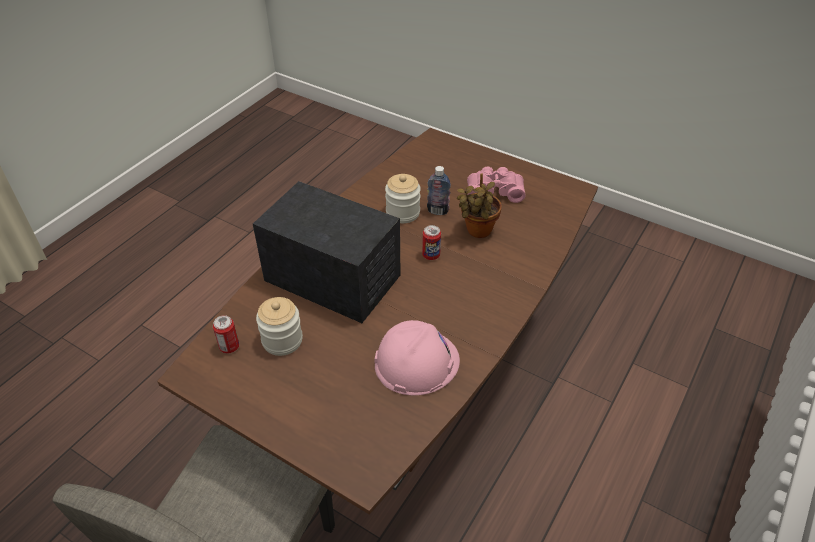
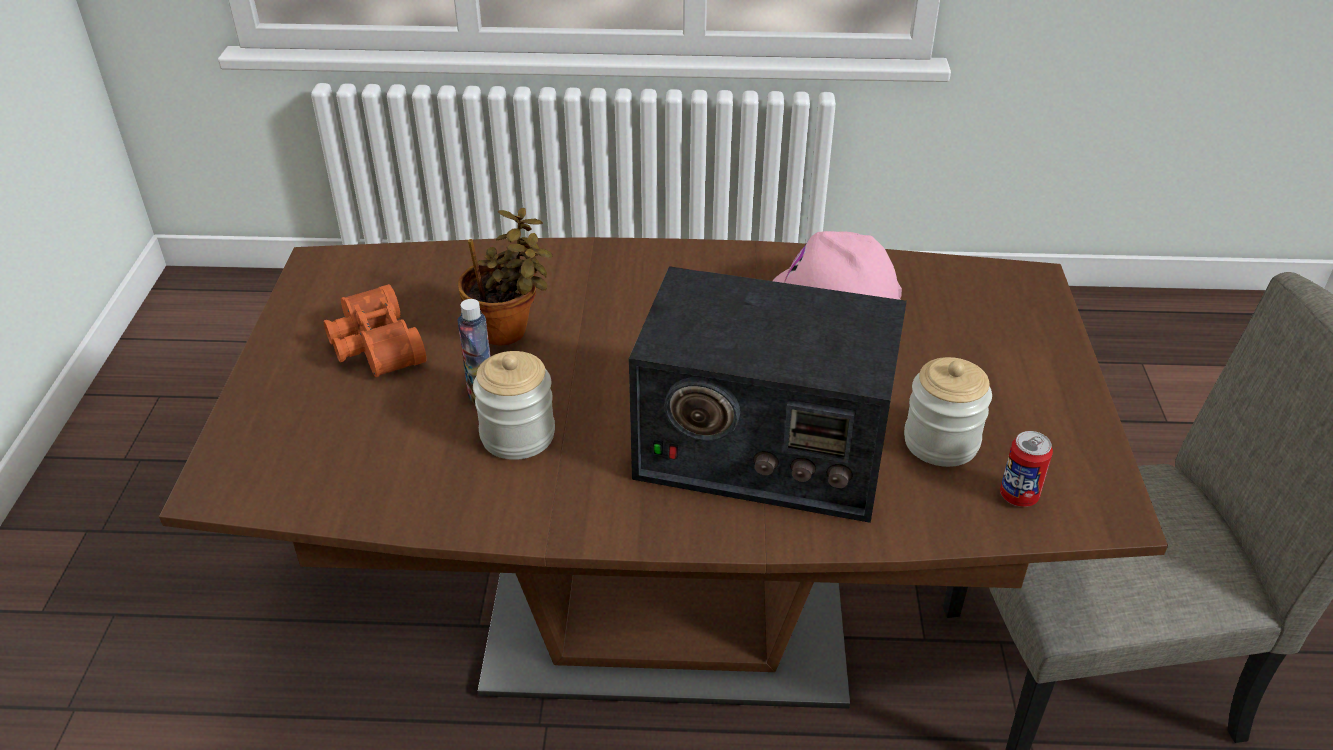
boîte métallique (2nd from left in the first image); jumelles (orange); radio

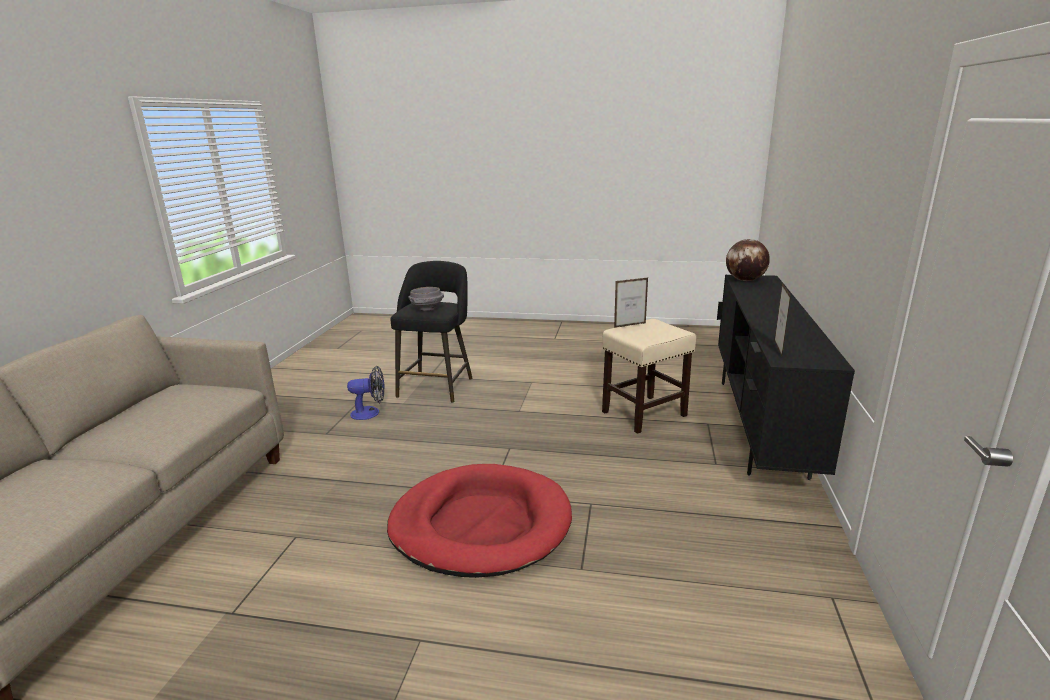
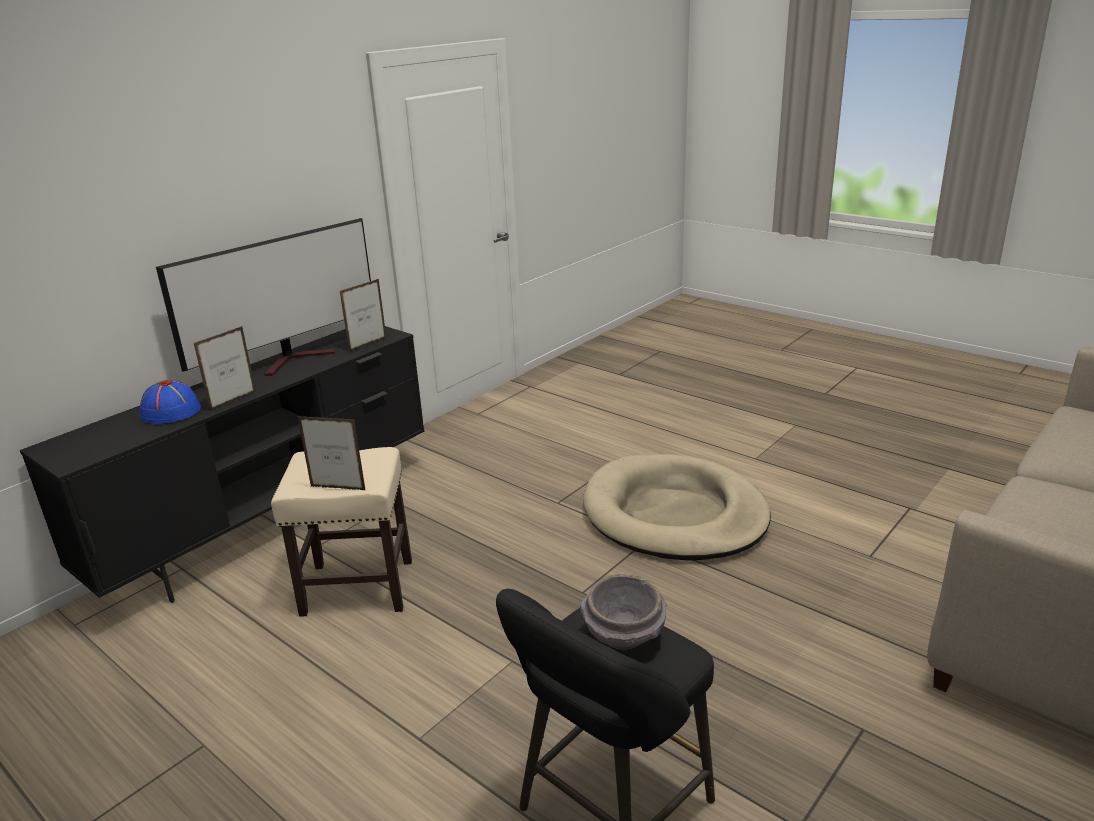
ventilateur; globe; chapeau (bleu); téléviseur; cadre photo (1st from left); panier pour chien (beige)

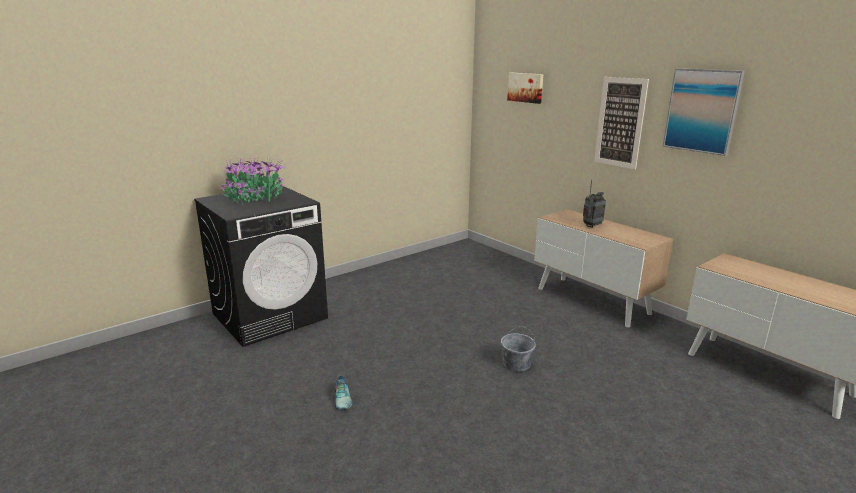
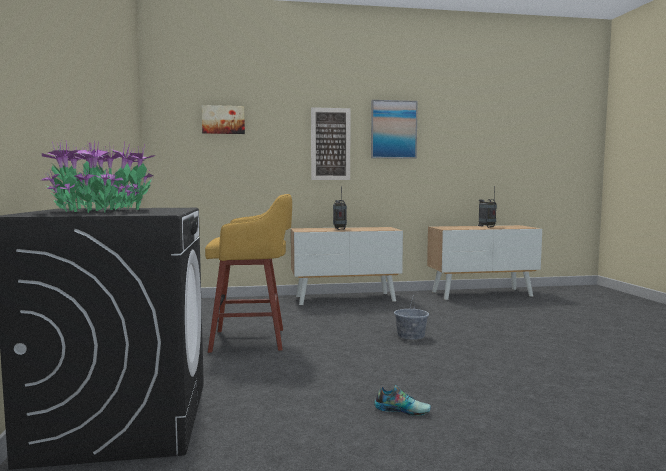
tabouret (jaune); radio (2nd from left)

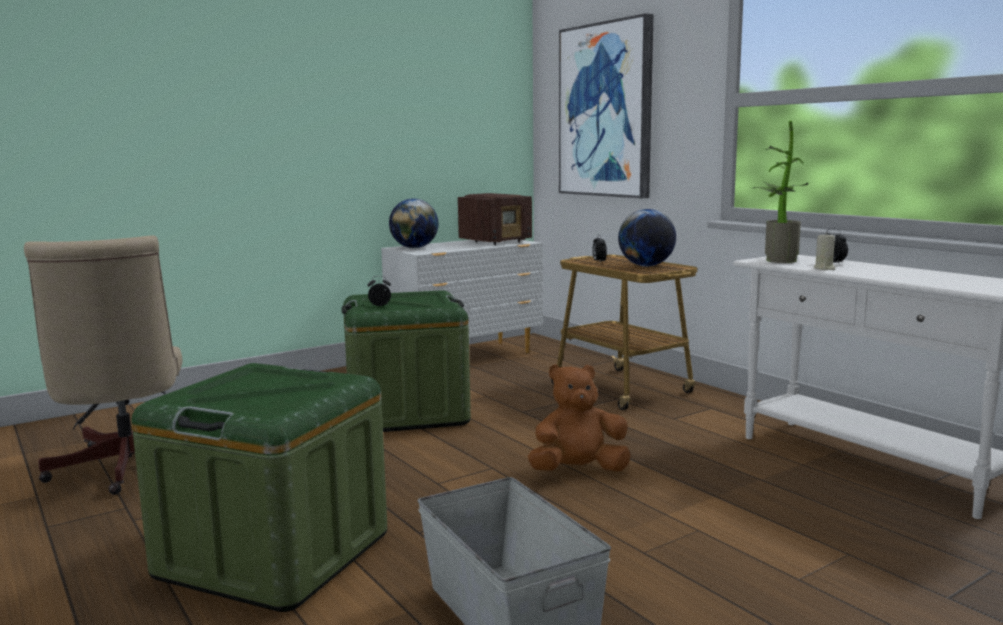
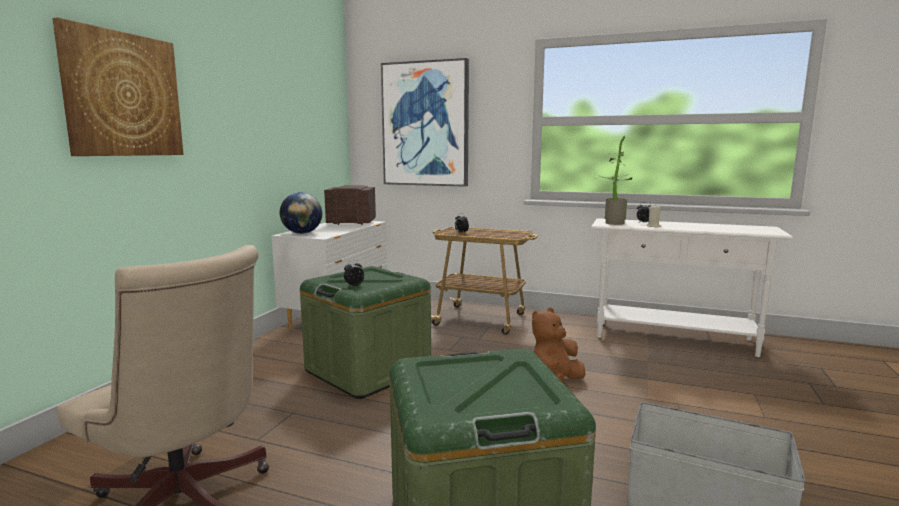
globe (2nd from left in the first image); tableau (1st from left); radio

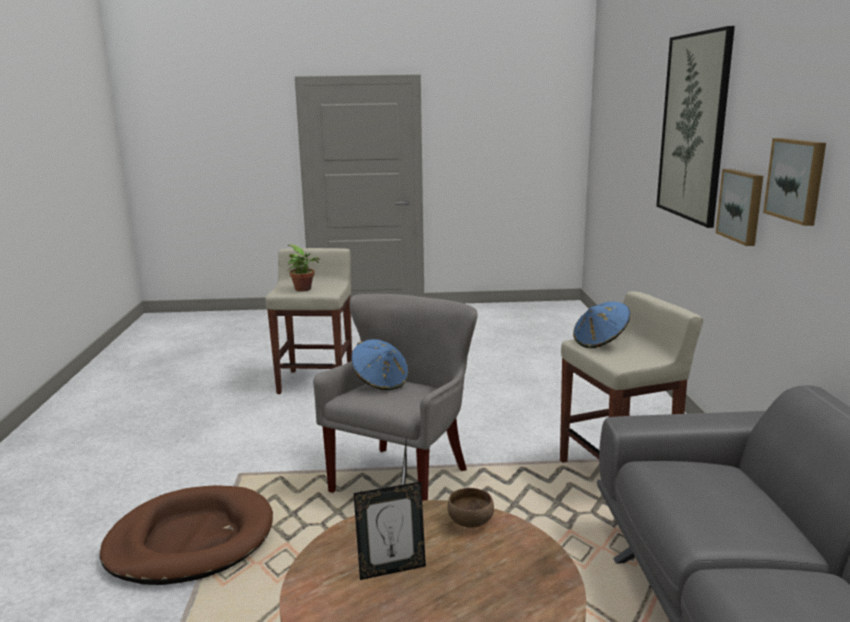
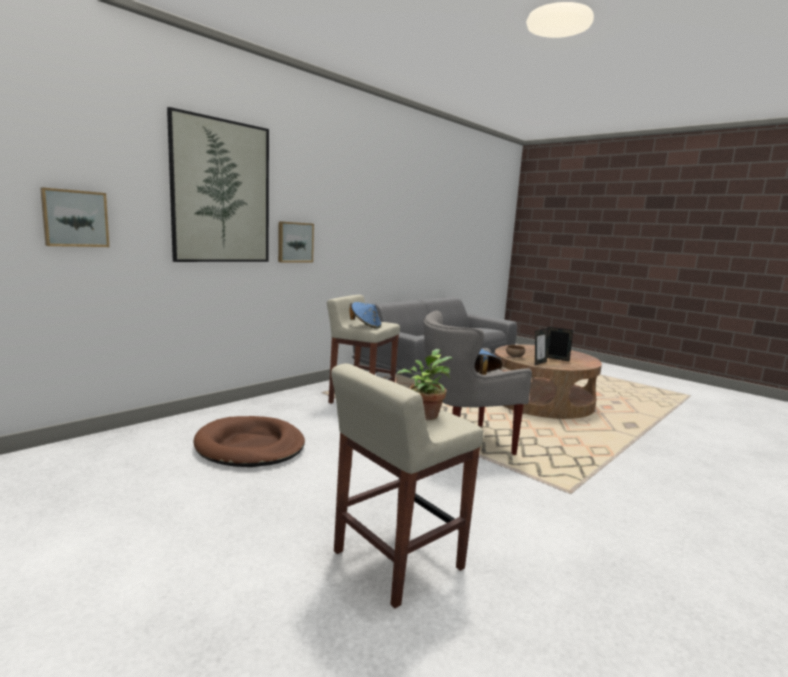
panier pour chien (marron); tableau (1st from left)

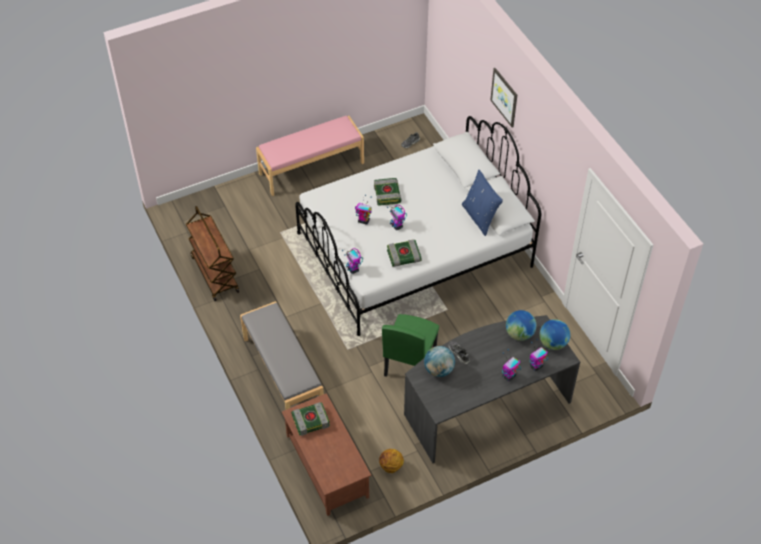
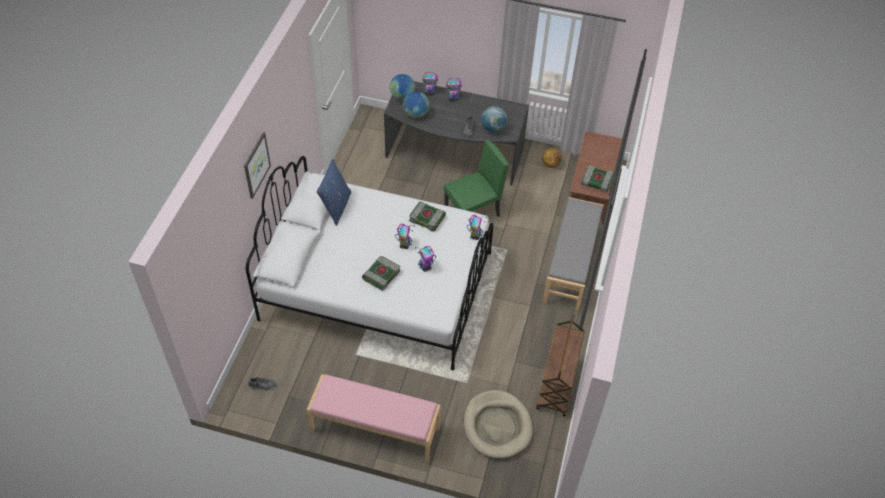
panier pour chien (beige)

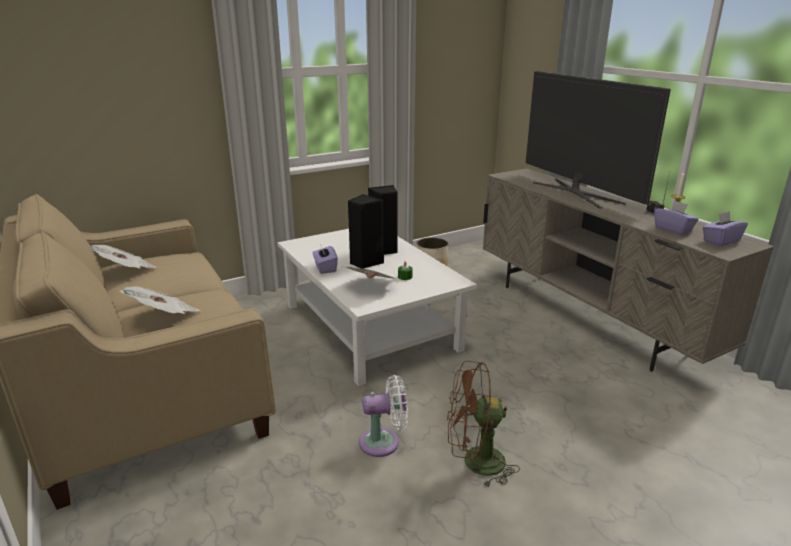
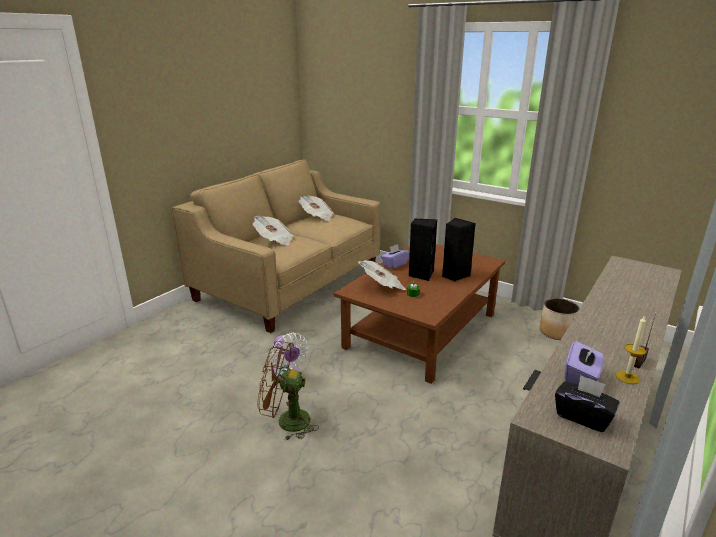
téléviseur; table basse (marron); boîte à mouchoirs (noir); ventilateur (marron)

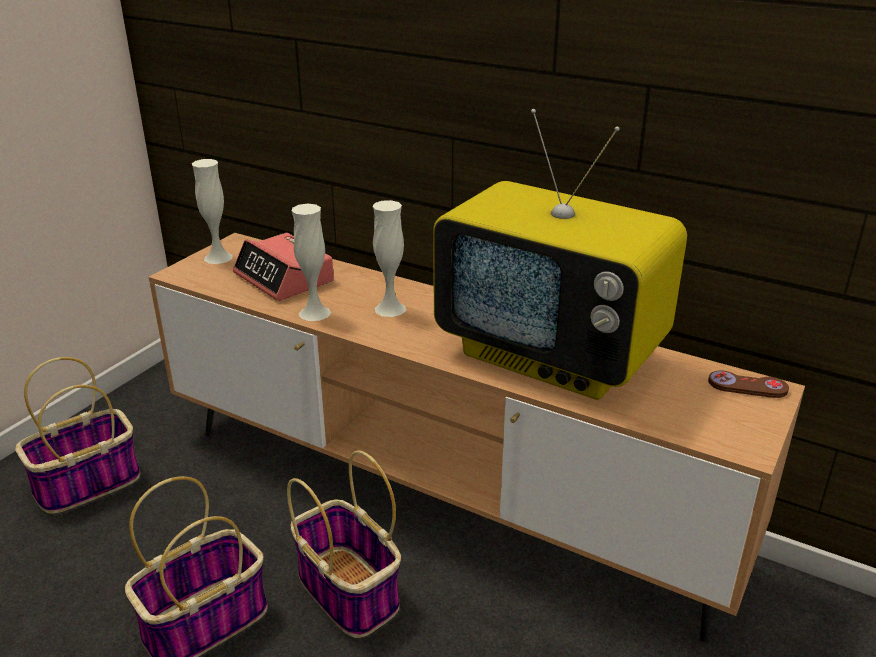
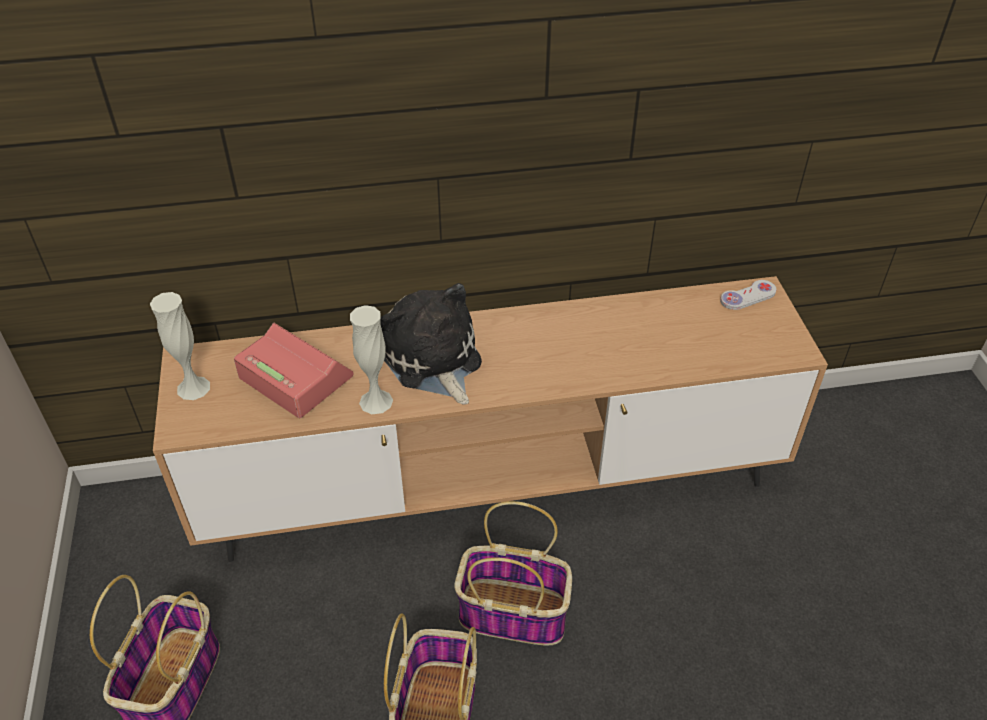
téléviseur; peluche; manette (blanc); réveil

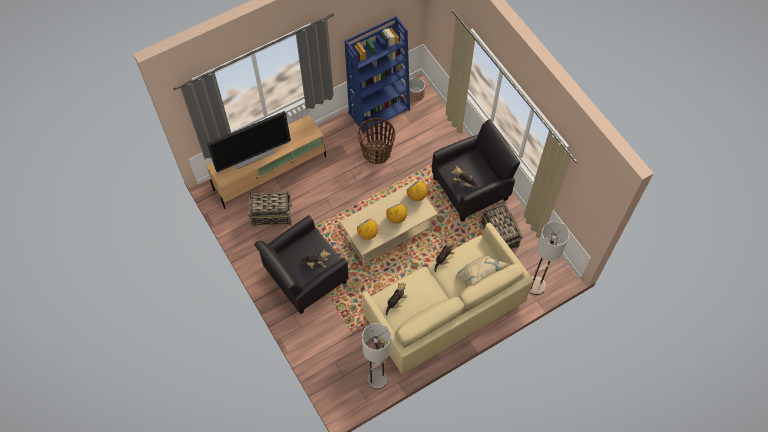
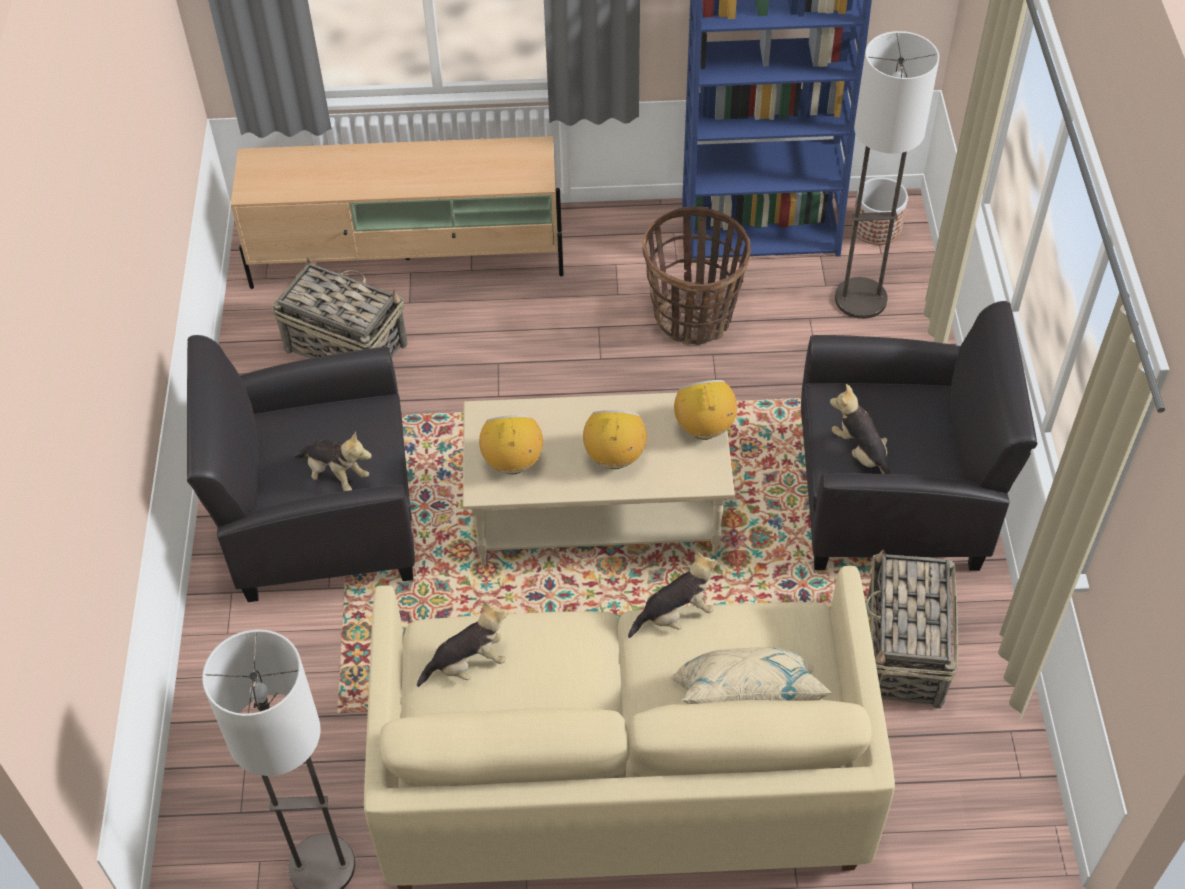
téléviseur; lampadaire (2nd from left)

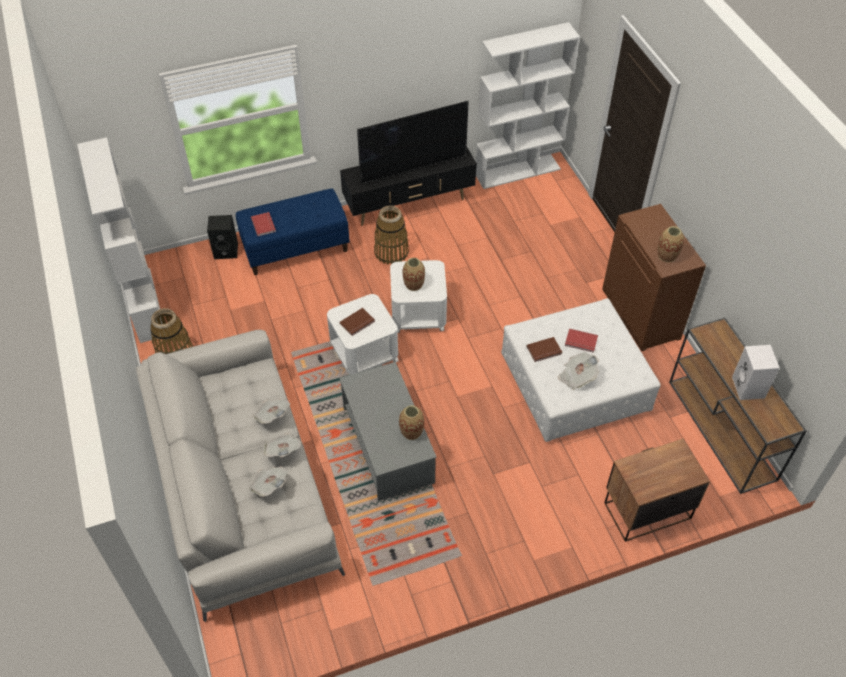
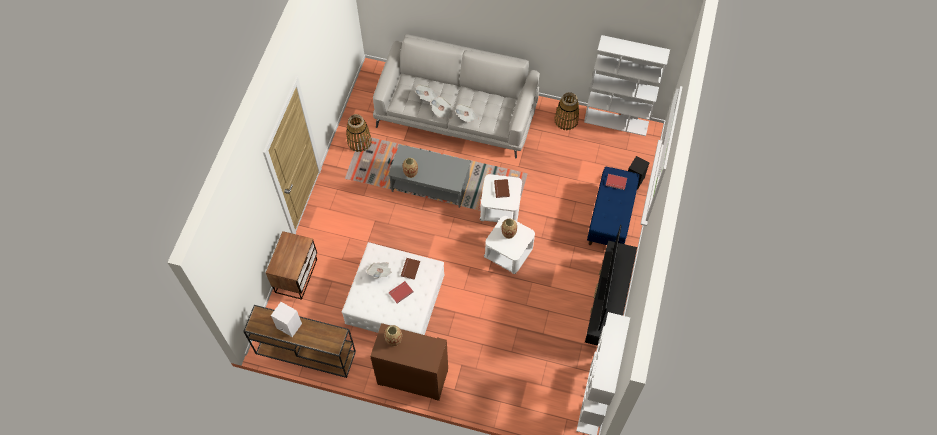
panier (1st from left)

